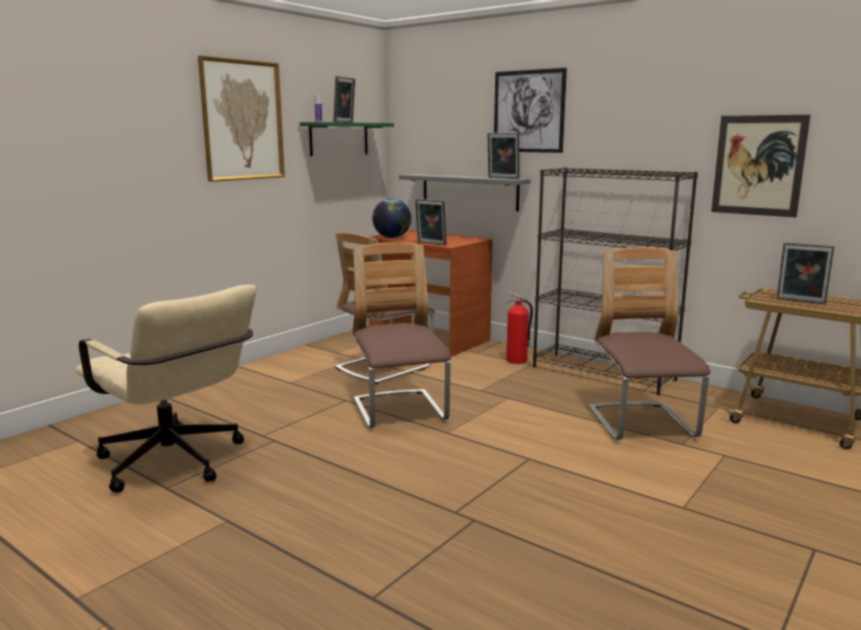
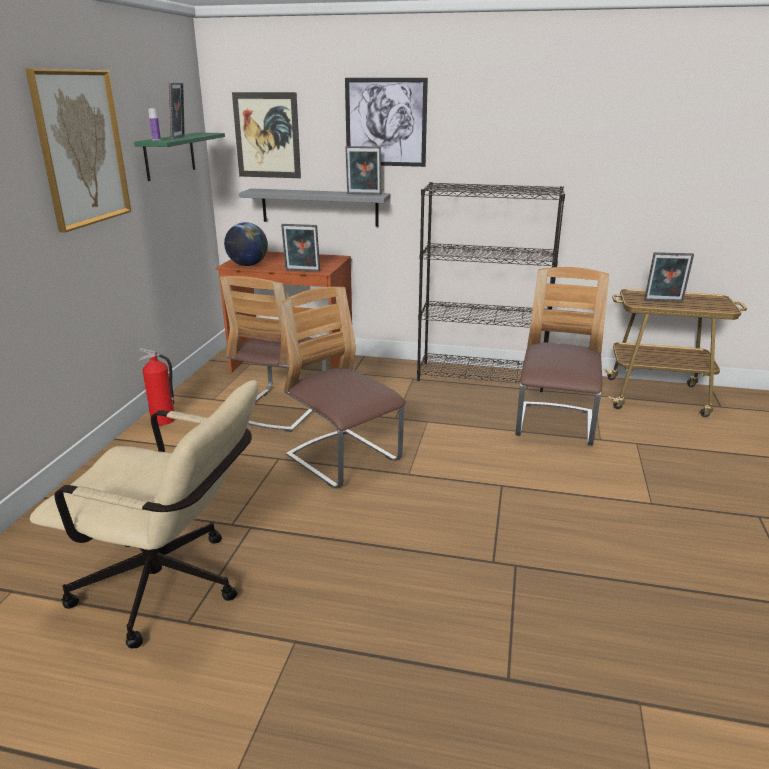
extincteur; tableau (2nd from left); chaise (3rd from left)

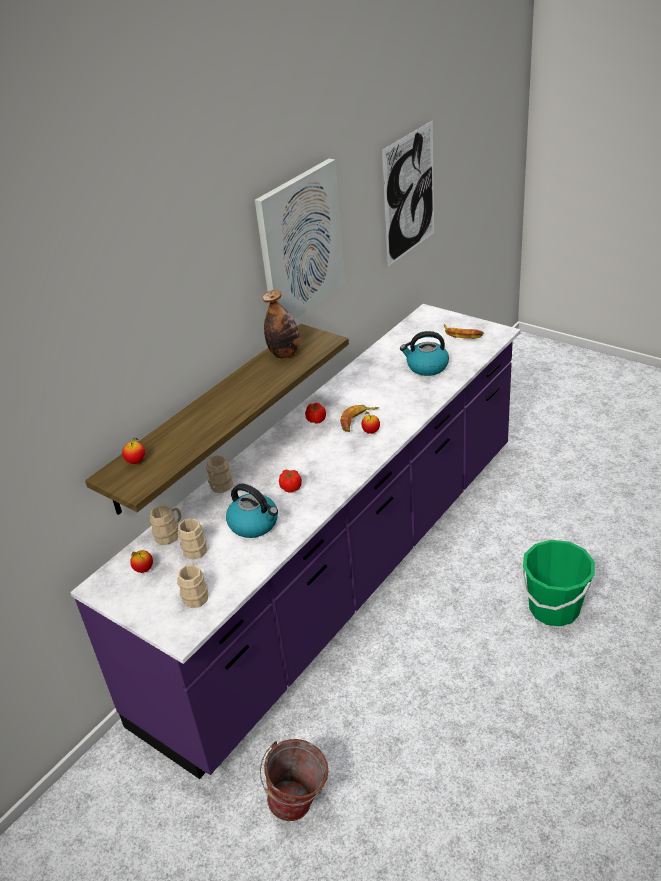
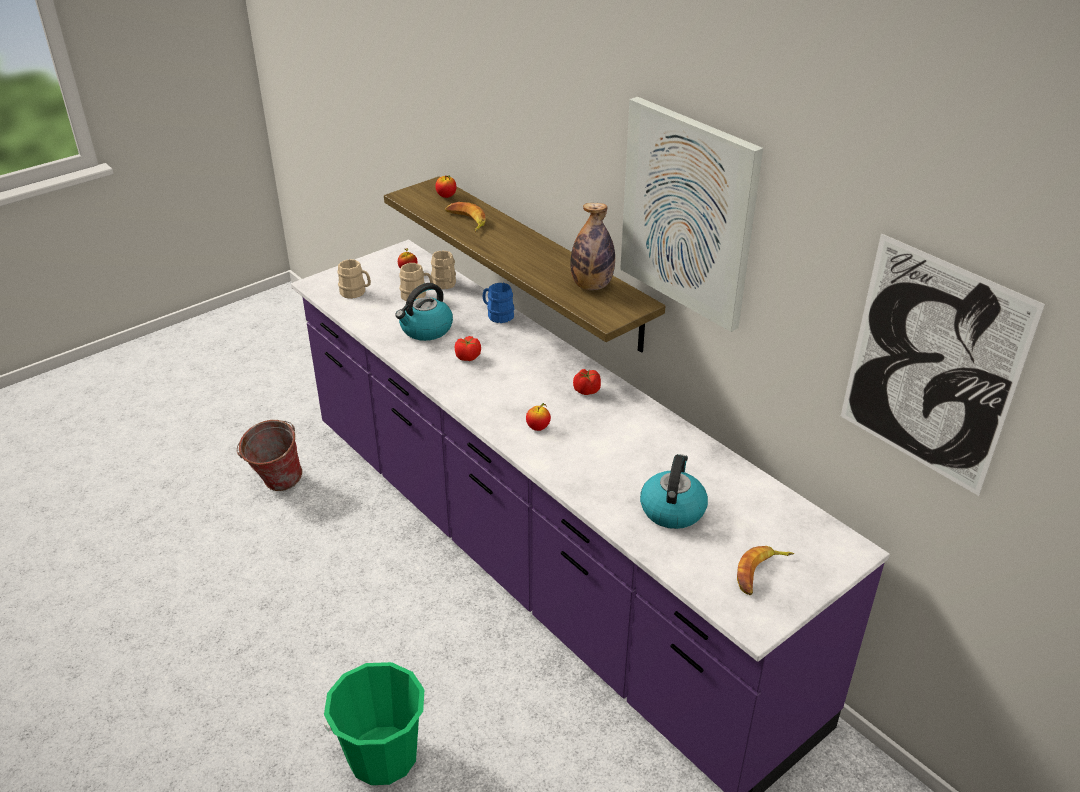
banane (1st from left); mug (bleu)

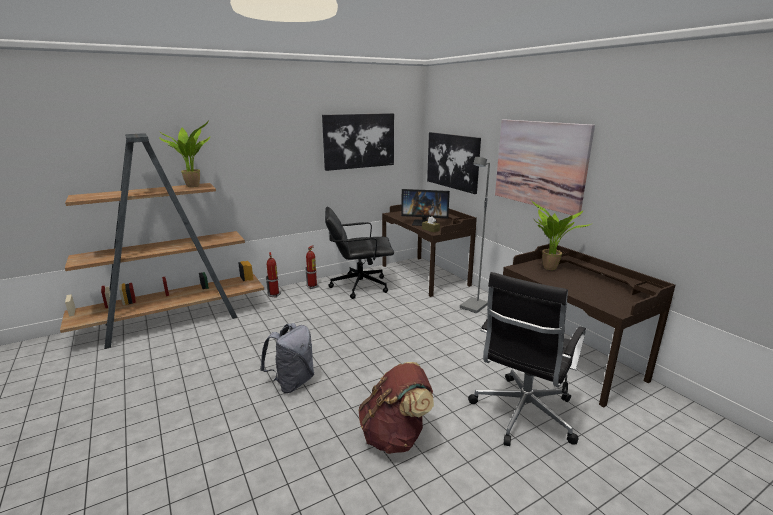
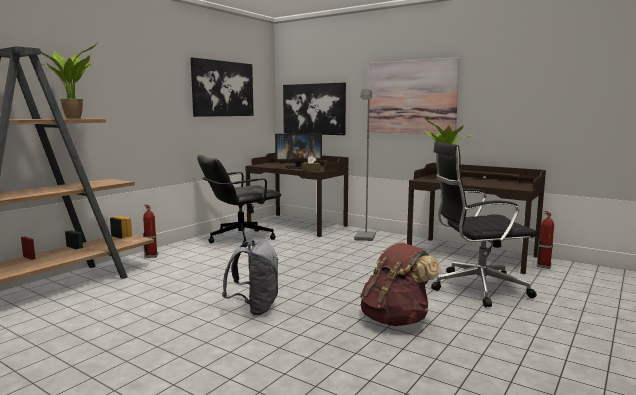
extincteur (2nd from left); chaise de bureau (noir) (2nd from left)

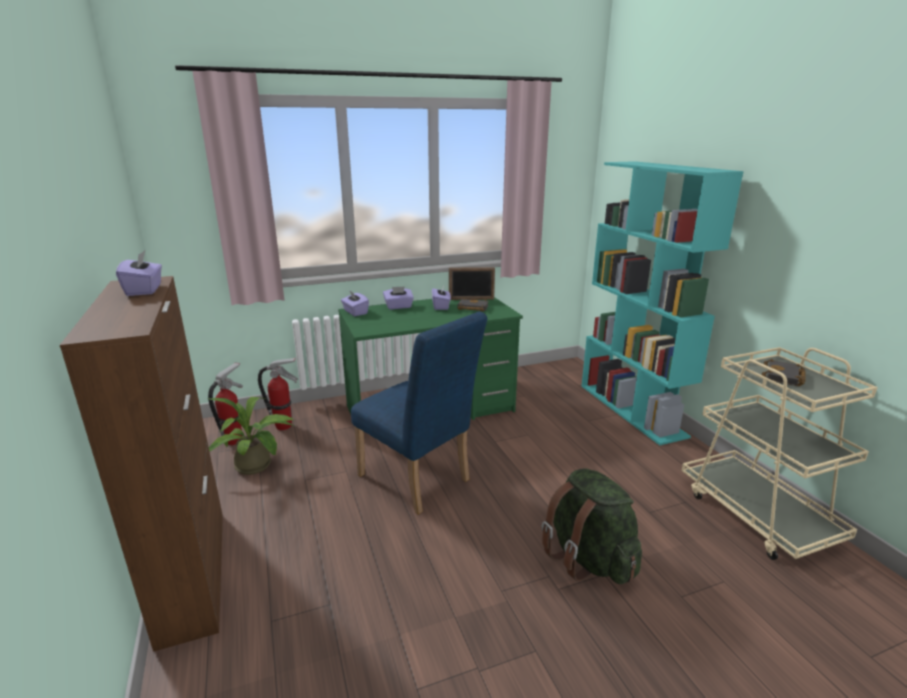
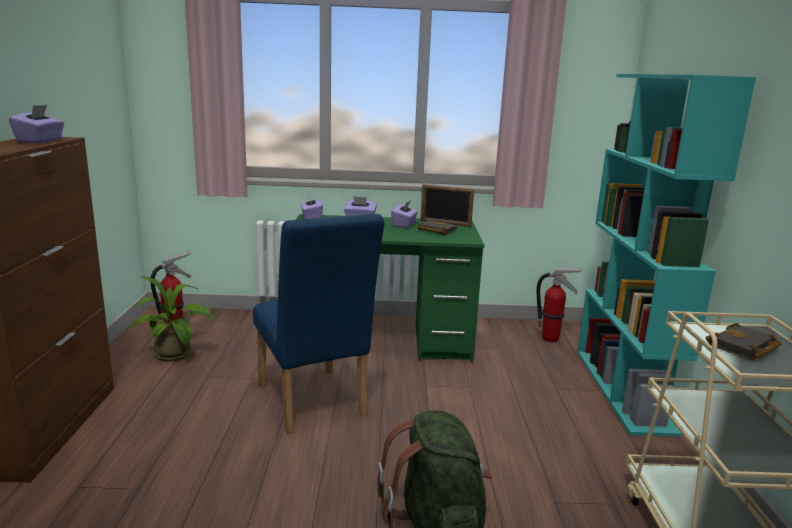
extincteur (2nd from left)

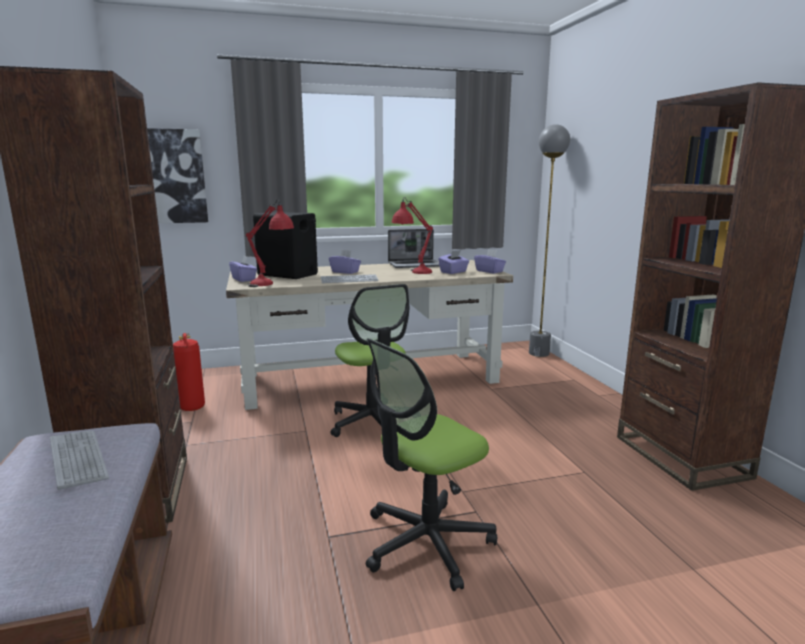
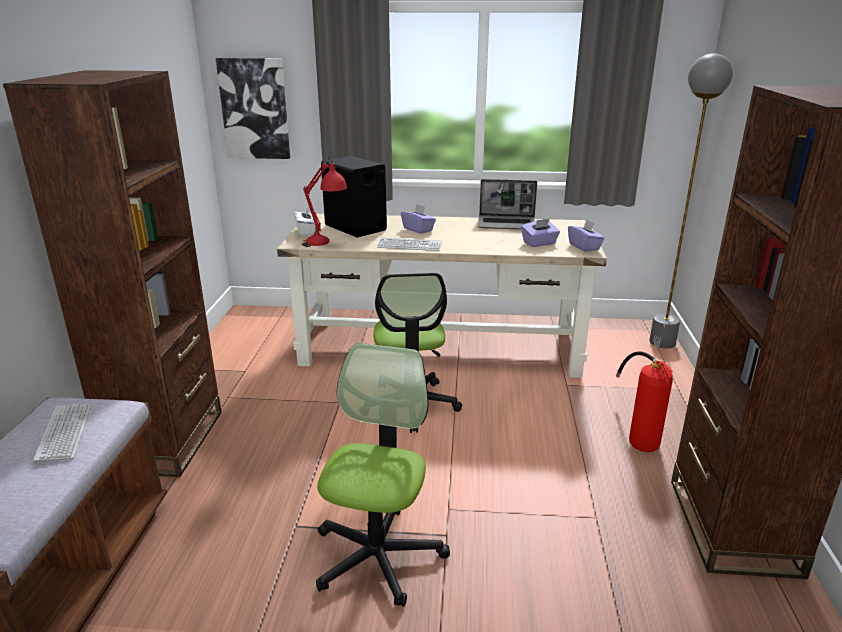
lampe de table (rouge) (2nd from left in the first image); extincteur; boîte à mouchoirs (blanc); chaise de bureau (1st from left)

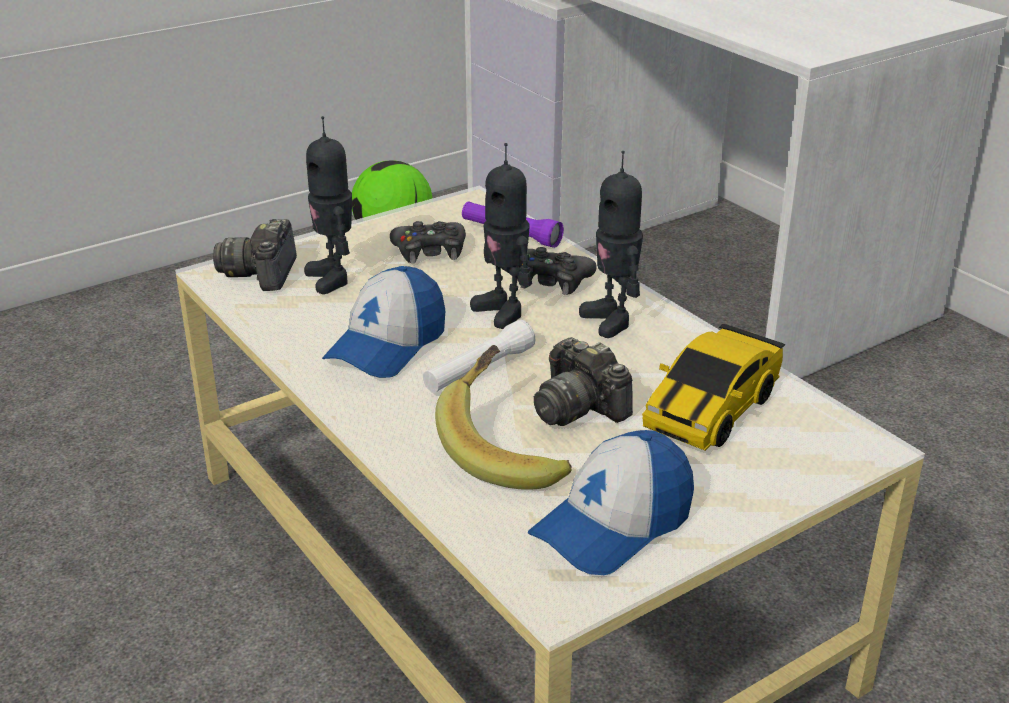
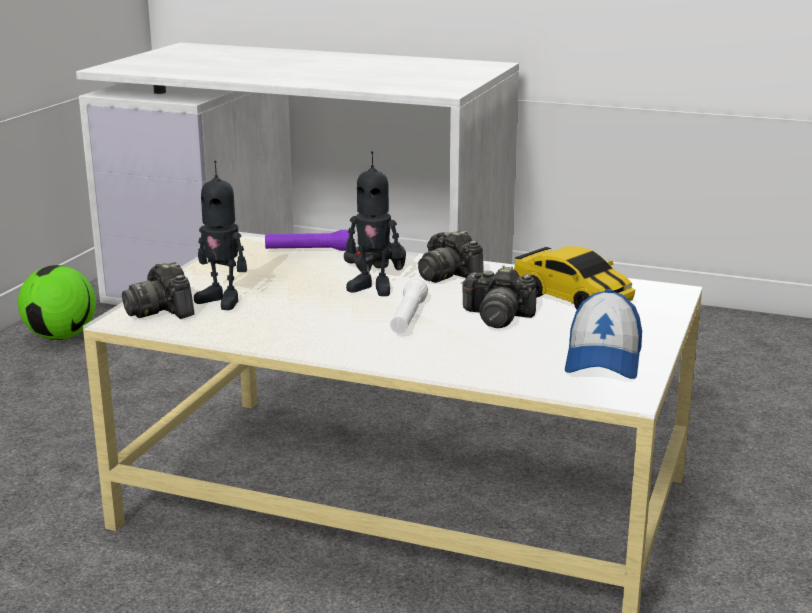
casquette (1st from left in the first image); manette (noir) (1st from left in the first image); banane; appareil photo (2nd from left); petite voiture

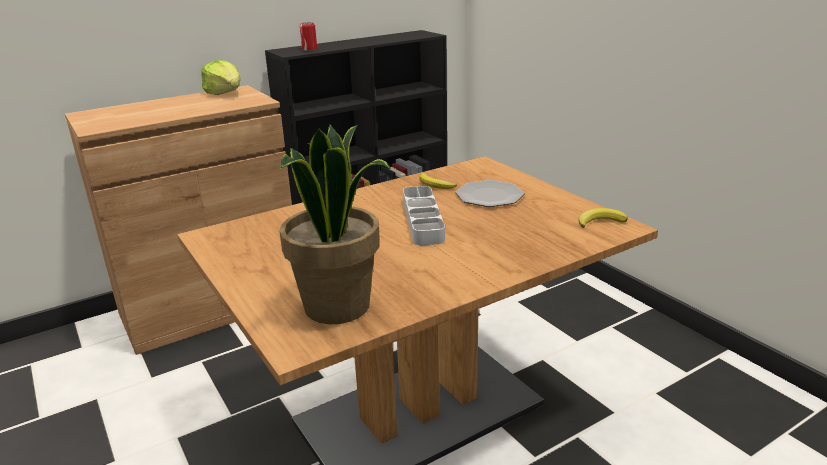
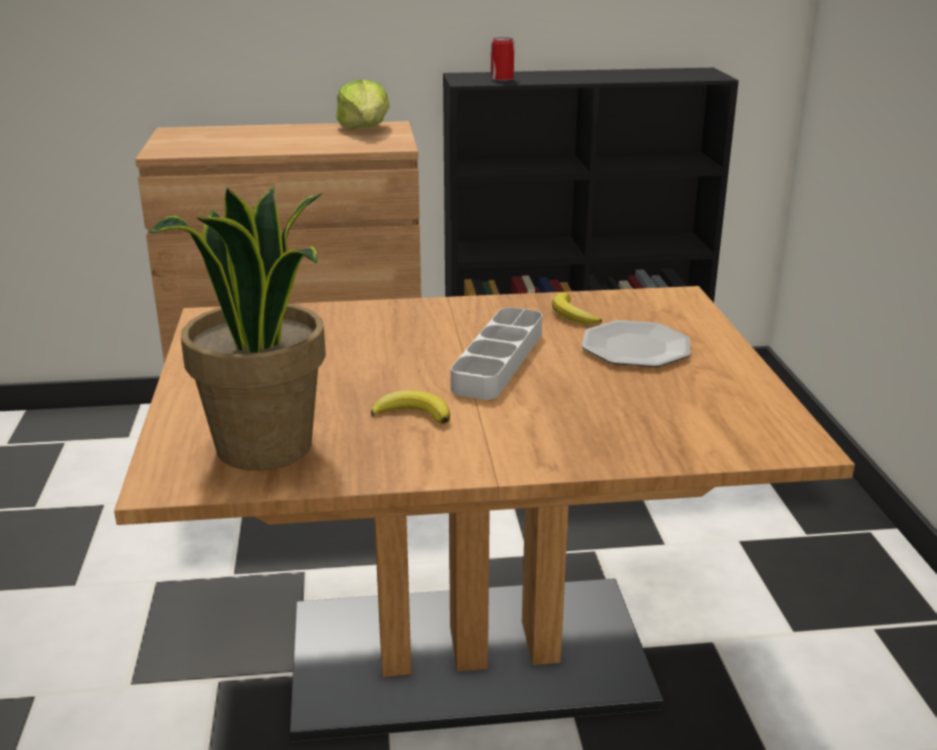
banane (1st from left)

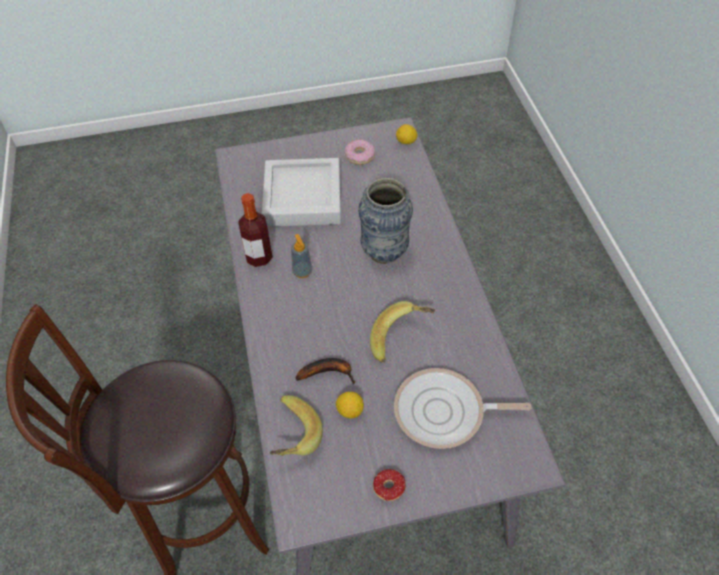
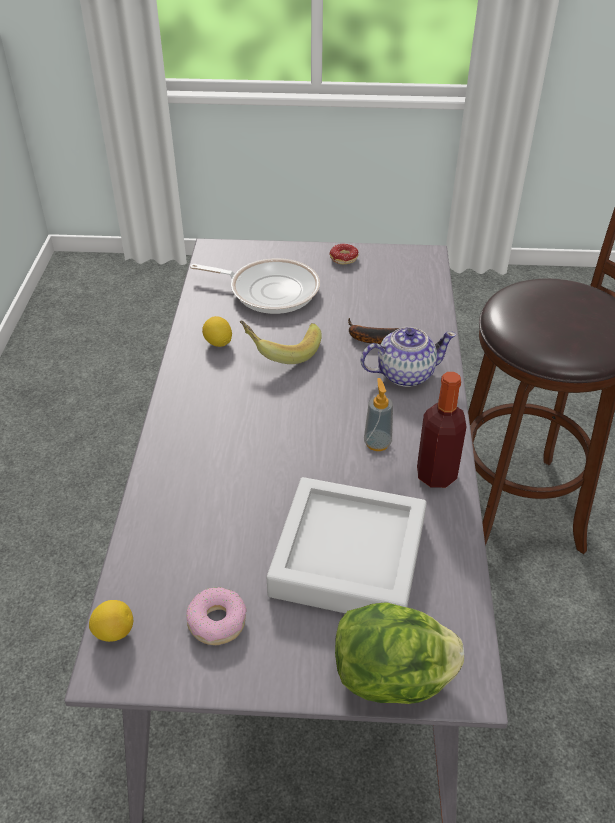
banane (1st from left in the first image); vase; laitue; théière; citron (2nd from left)

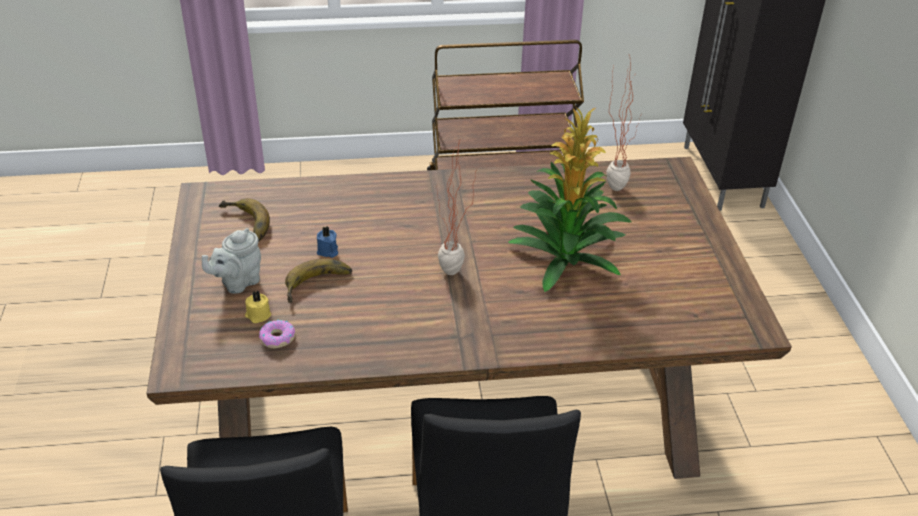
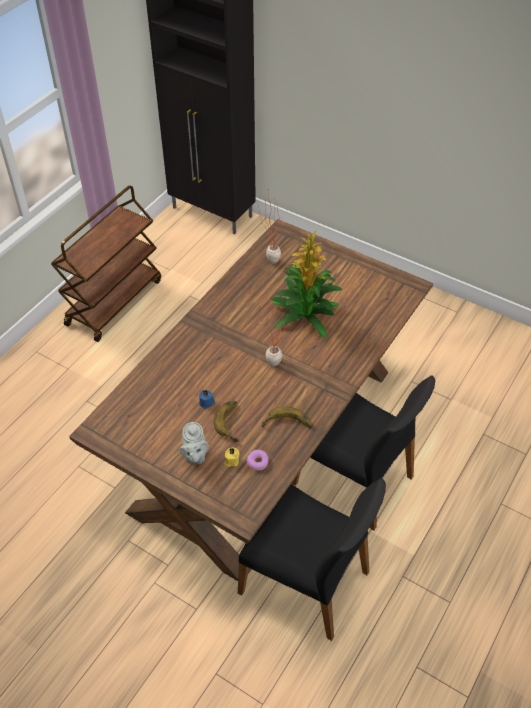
banane (2nd from left)

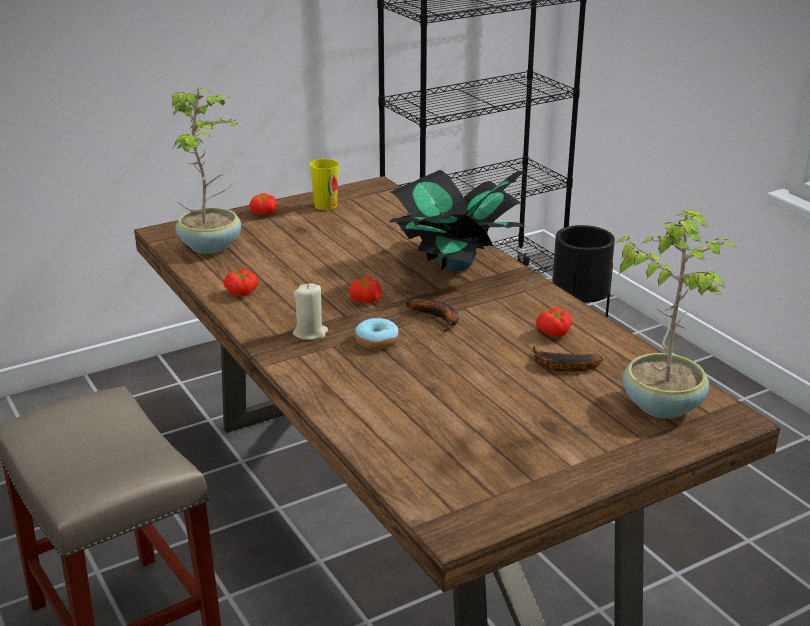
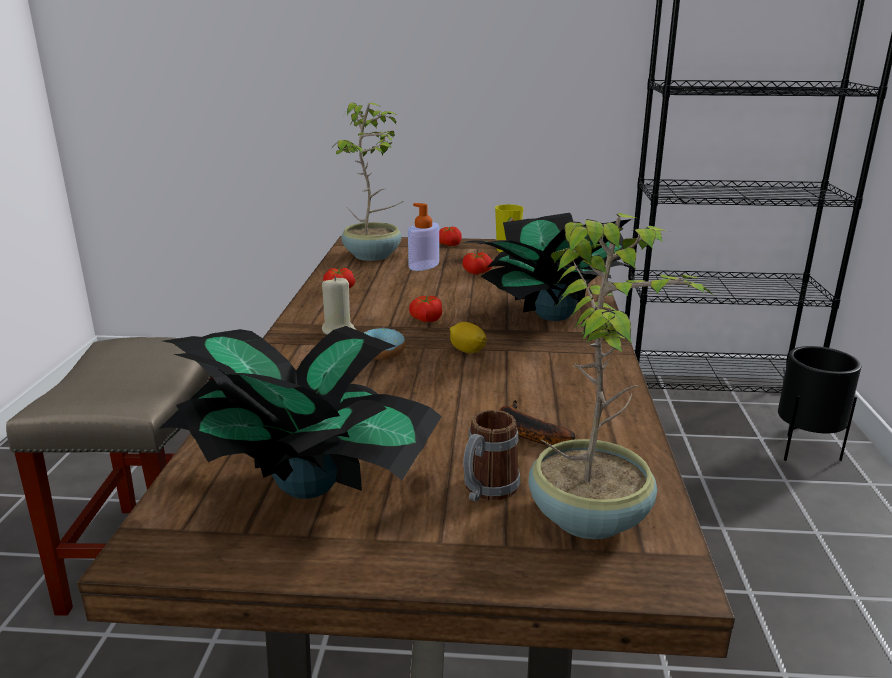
plante en pot (1st from left); distributeur de savon; mug; tomate (4th from left); citron

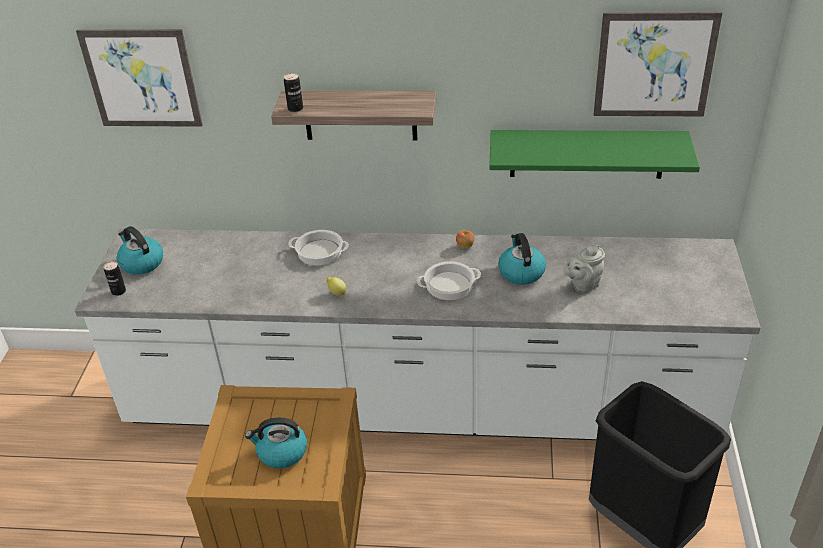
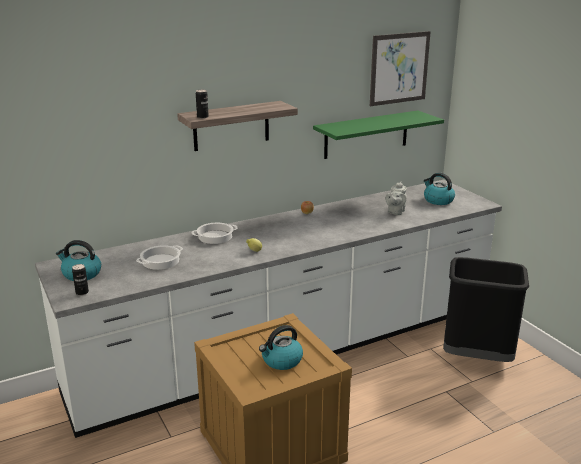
tableau (1st from left in the first image); marmite (1st from left); bouilloire (3rd from left)

